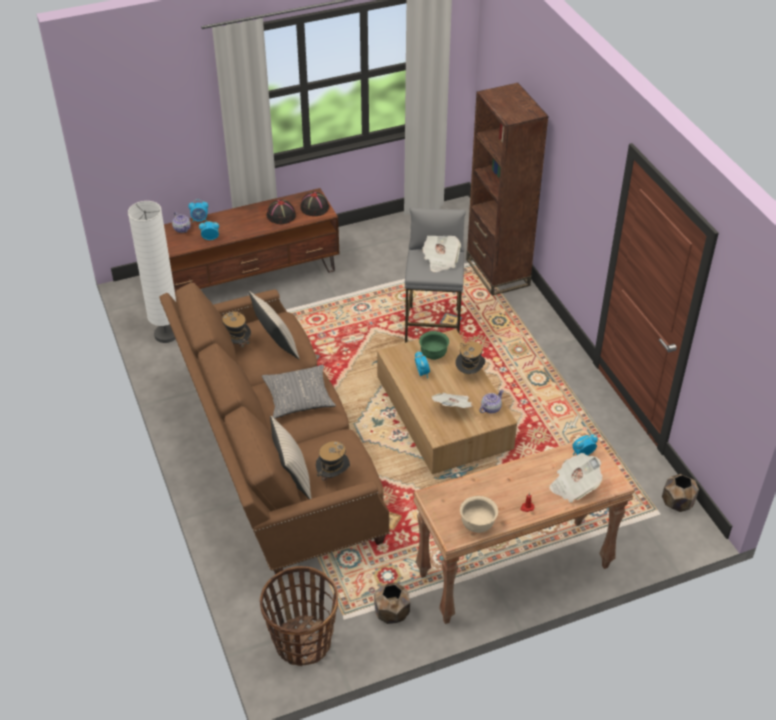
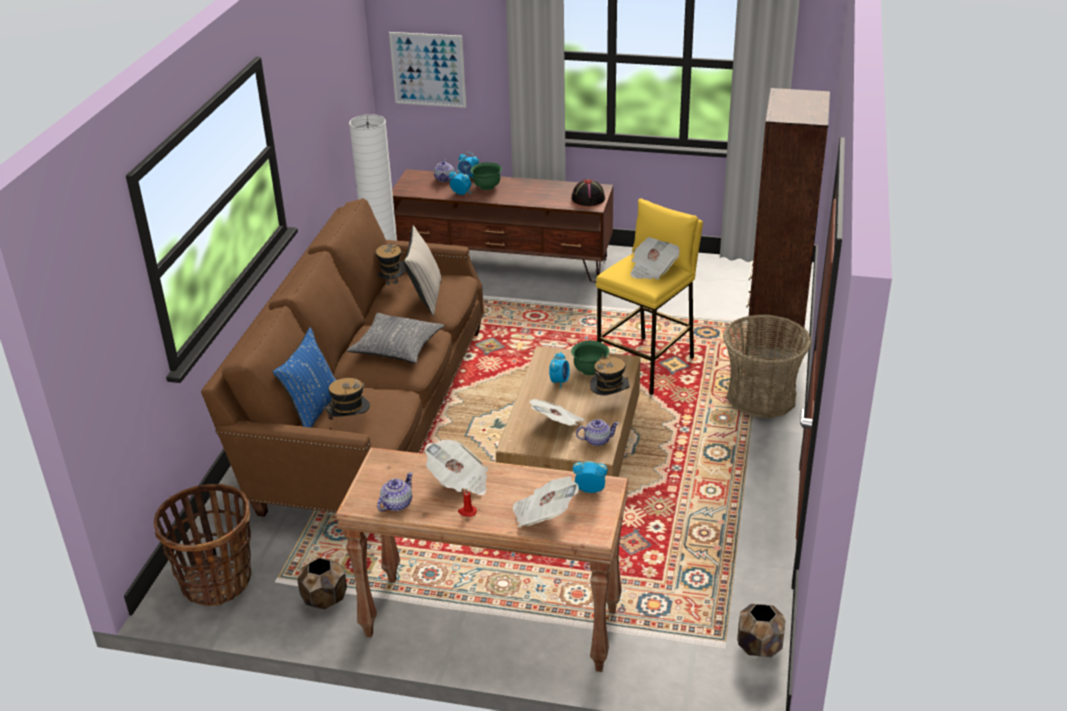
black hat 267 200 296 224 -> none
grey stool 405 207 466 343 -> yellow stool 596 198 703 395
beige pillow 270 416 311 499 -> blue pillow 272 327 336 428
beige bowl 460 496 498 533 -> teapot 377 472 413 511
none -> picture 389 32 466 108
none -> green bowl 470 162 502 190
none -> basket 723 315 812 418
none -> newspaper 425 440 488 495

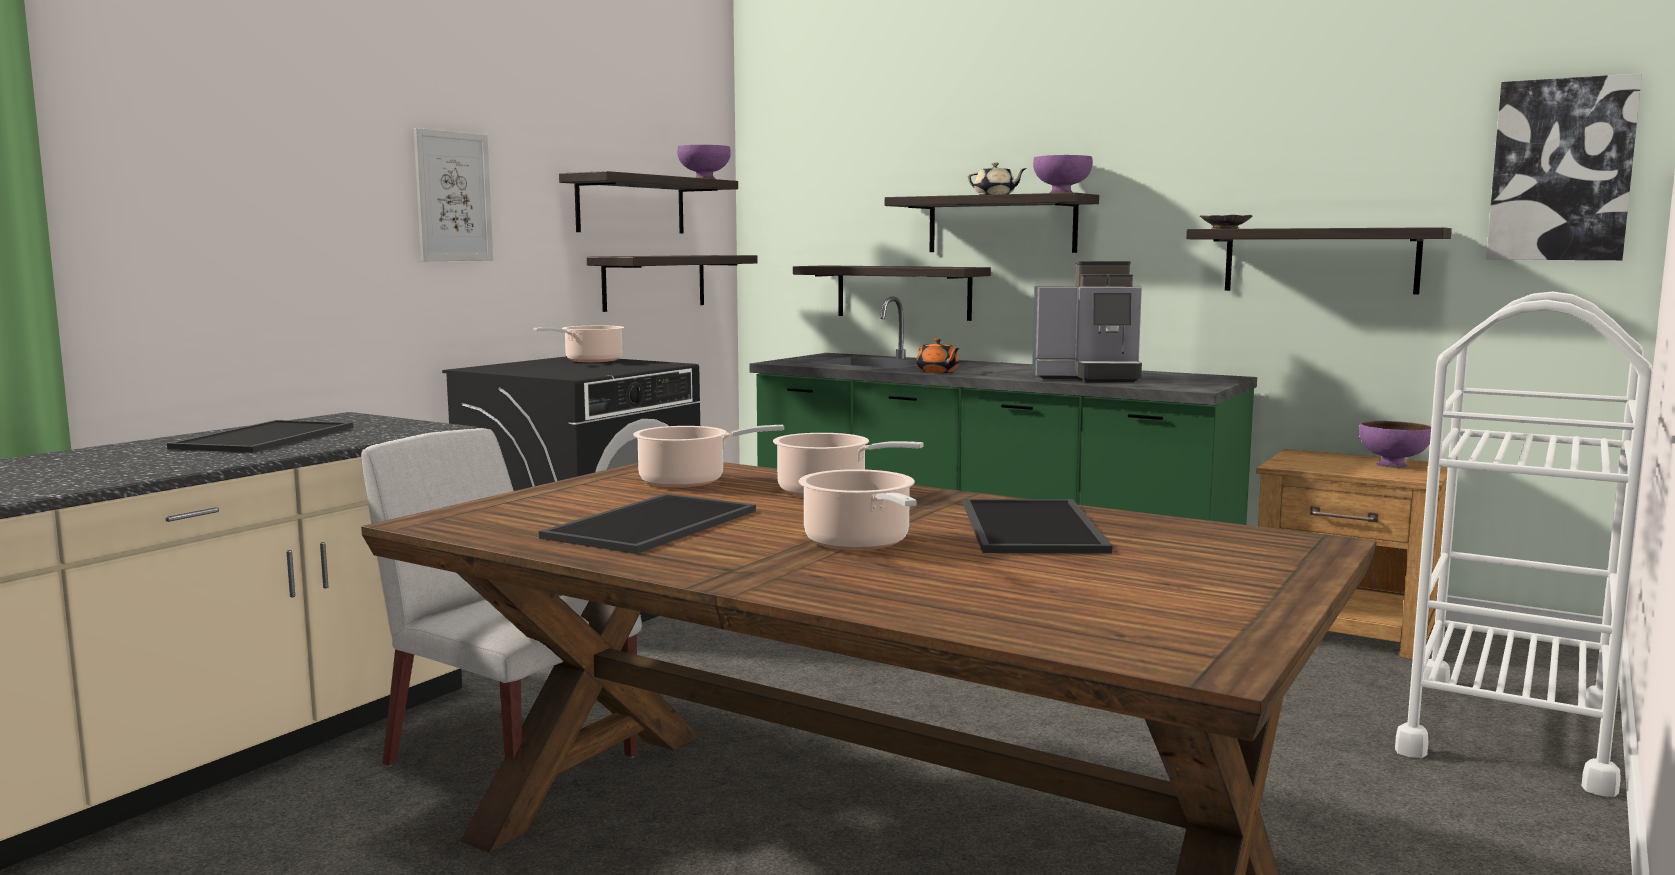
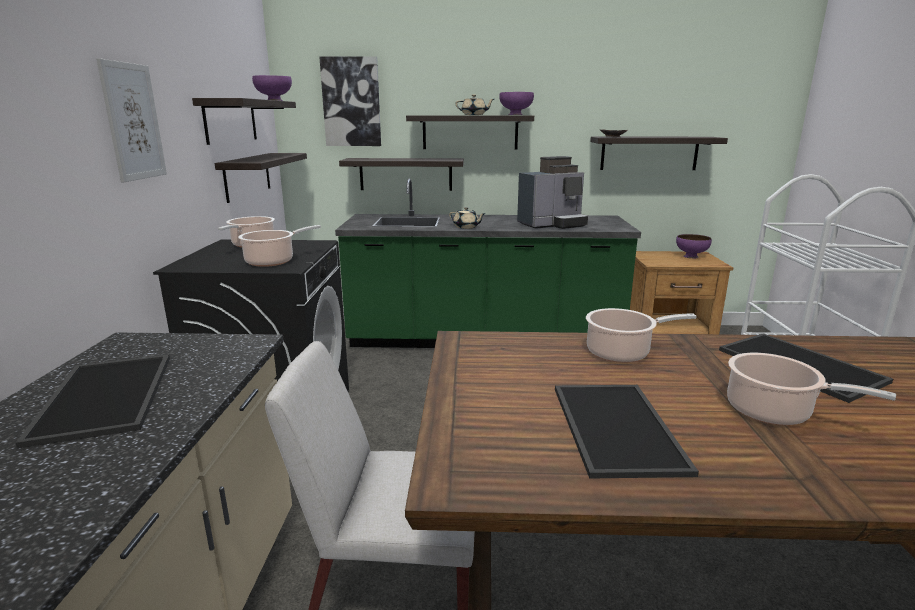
picture 1486 73 1642 260 -> picture 319 56 381 146, relocated
orange teapot 916 338 960 373 -> beige teapot 449 207 486 229
cooking pot 633 425 784 488 -> cooking pot 238 225 321 267, relocated

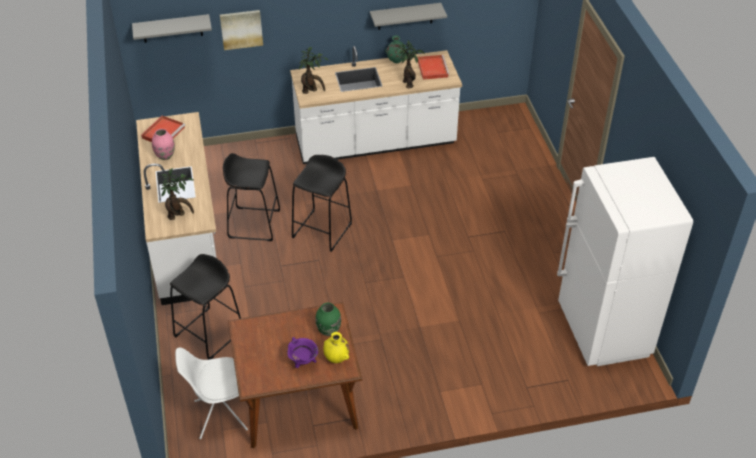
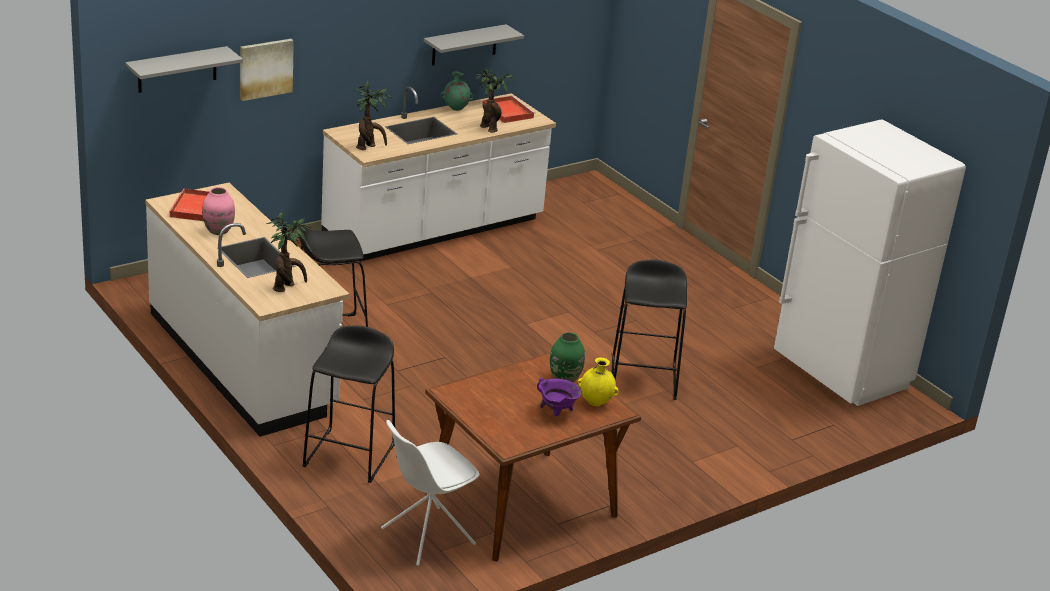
black stool 292 155 352 252 -> black stool 612 259 687 400, relocated

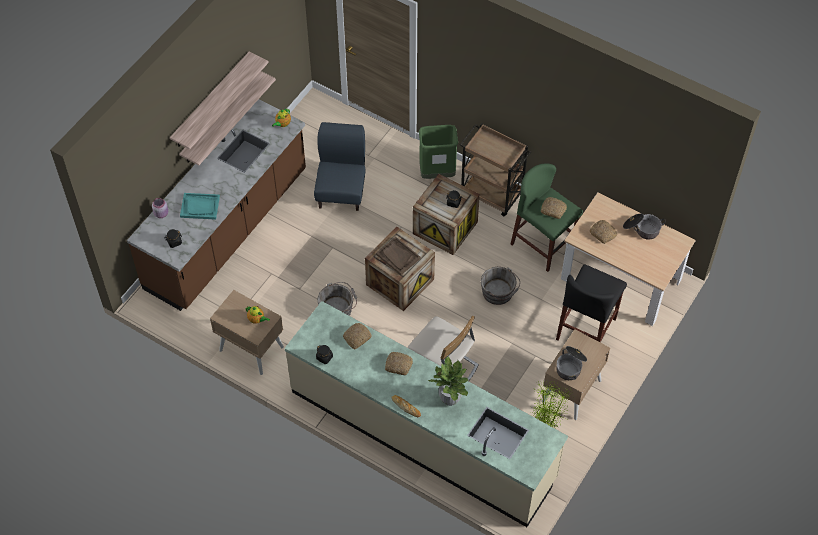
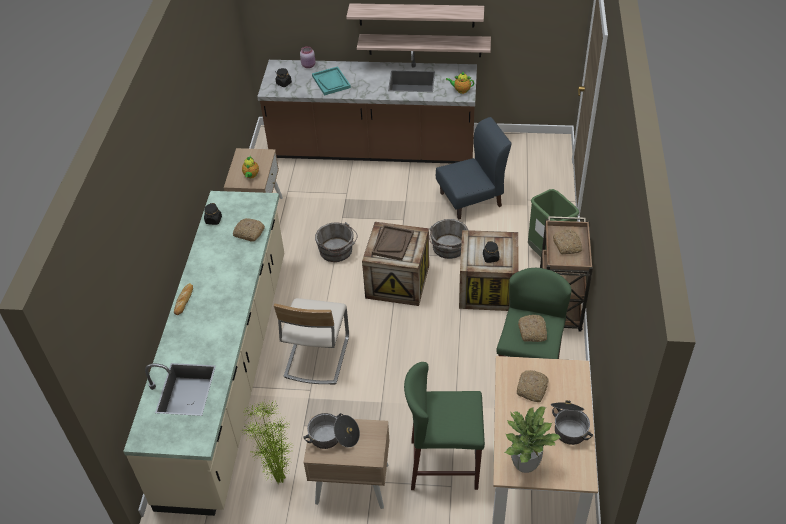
black stool 556 264 627 342 -> green stool 404 362 485 490
grey bucket 481 267 520 305 -> grey bucket 429 219 468 259, relocated
bread 385 352 413 375 -> bread 553 230 583 254, relocated
potted plant 428 356 468 406 -> potted plant 505 406 560 473, relocated

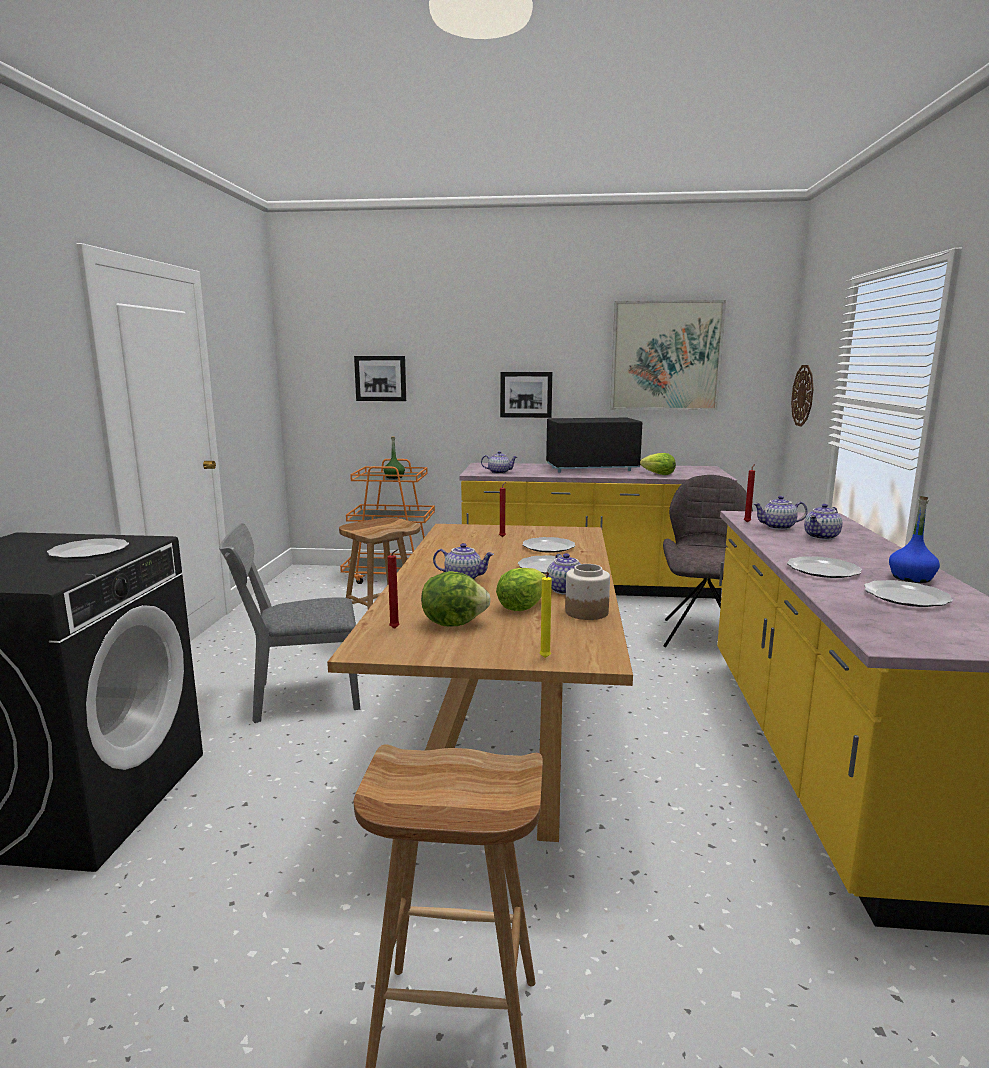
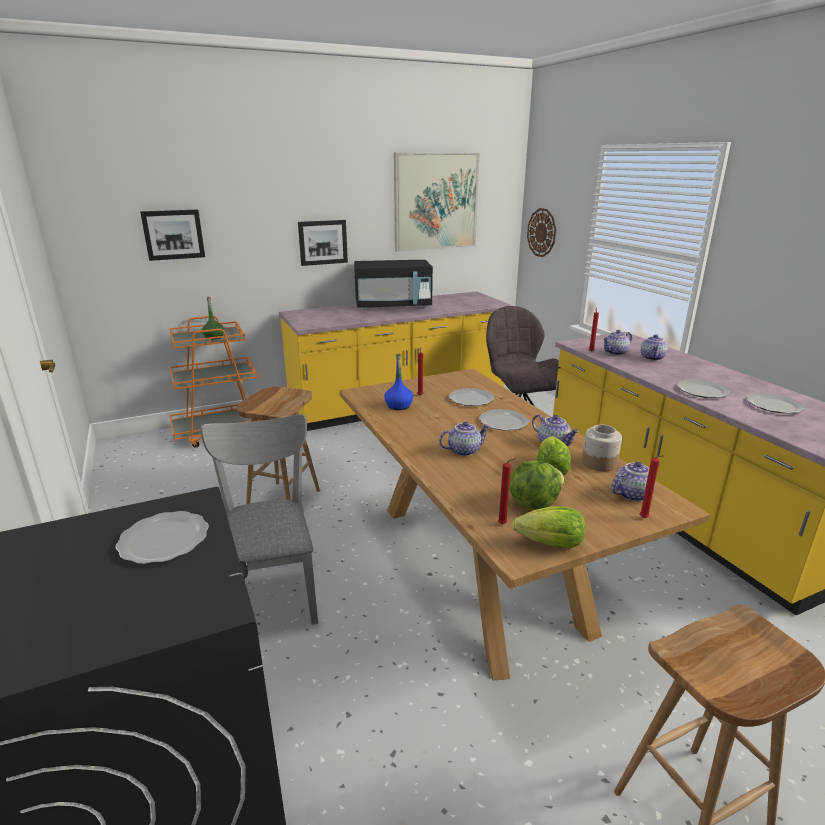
black microwave 546 418 642 473 -> black microwave 354 260 433 309, 150 degrees counterclockwise
teapot 481 451 517 474 -> teapot 611 462 660 501, relocated
lettuce 640 453 676 475 -> lettuce 513 506 585 549, relocated
blue bottle 889 496 940 583 -> blue bottle 384 354 413 410, relocated
grey chair 219 523 360 723 -> grey chair 200 414 318 625, 120 degrees clockwise
yellow candle 540 572 552 658 -> red candle 640 455 663 518

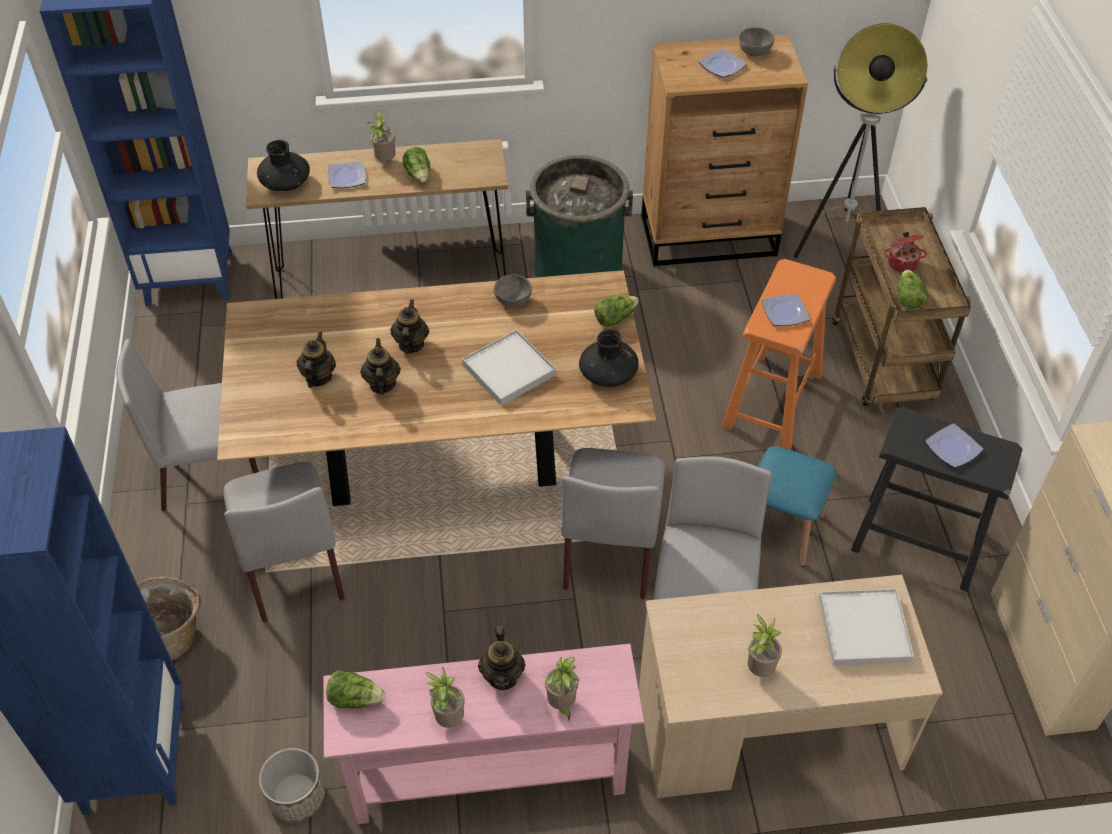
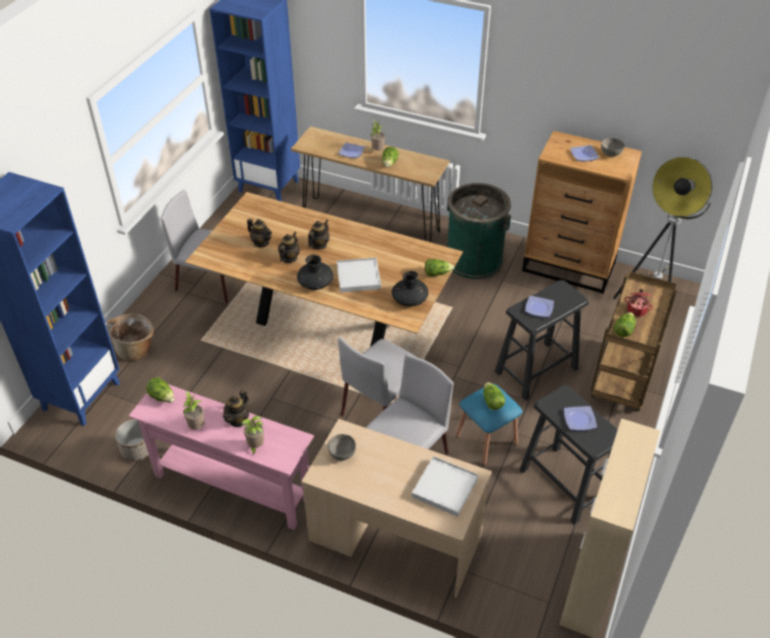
black vase 257 140 310 191 -> black vase 297 255 333 290, relocated
orange stool 722 259 836 450 -> black stool 495 280 589 401
grey bowl 494 274 532 308 -> grey bowl 328 434 356 461, relocated
teapot 297 332 336 388 -> teapot 247 219 272 247, 90 degrees clockwise
grey chair 224 462 345 622 -> none
potted plant 748 614 782 677 -> none
none -> lettuce 483 382 505 410

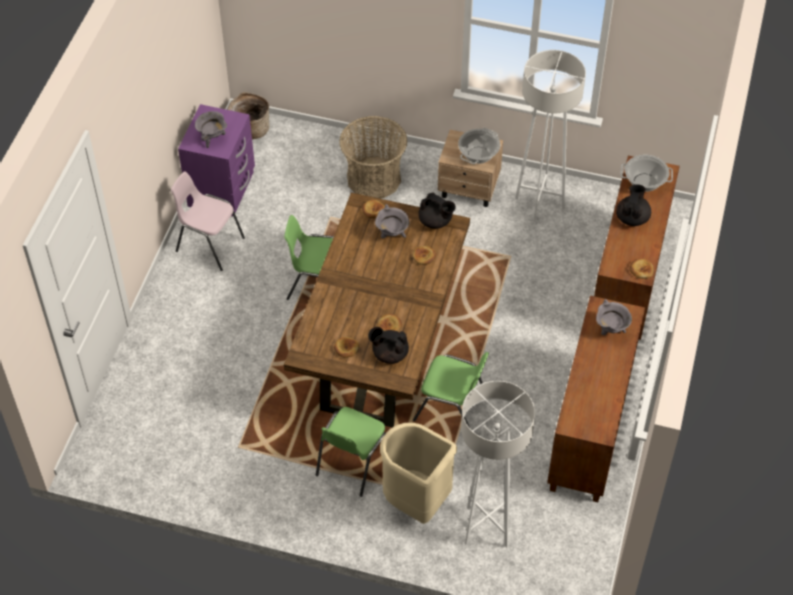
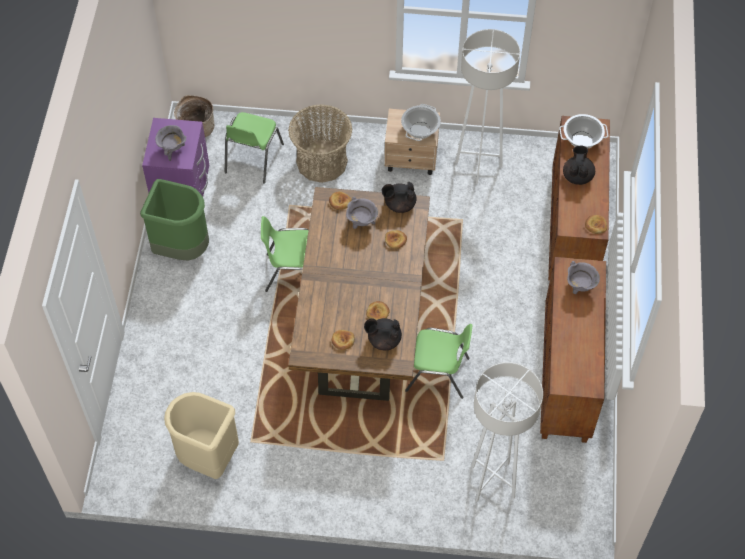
pink chair 171 171 245 271 -> green trash can 140 179 209 261
black teapot 418 193 456 229 -> black teapot 382 182 416 213, 150 degrees clockwise
green chair 316 407 386 497 -> green chair 225 112 284 184, relocated
beige trash can 380 423 457 524 -> beige trash can 164 392 239 479, relocated

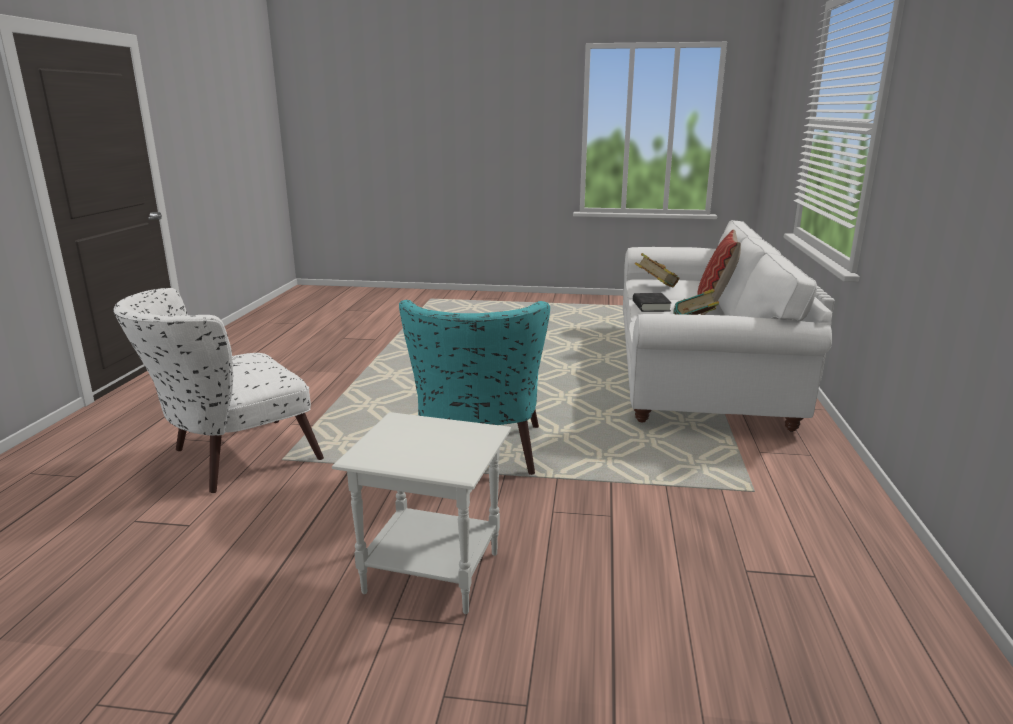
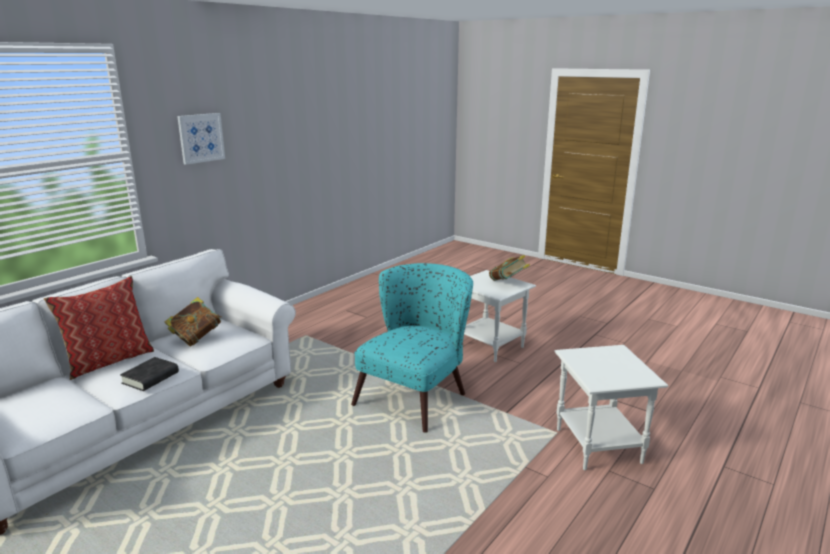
book 635 253 679 287 -> book 489 255 530 281, relocated
white armchair 113 288 324 493 -> white side table 554 345 668 470
none -> picture 177 113 225 165

